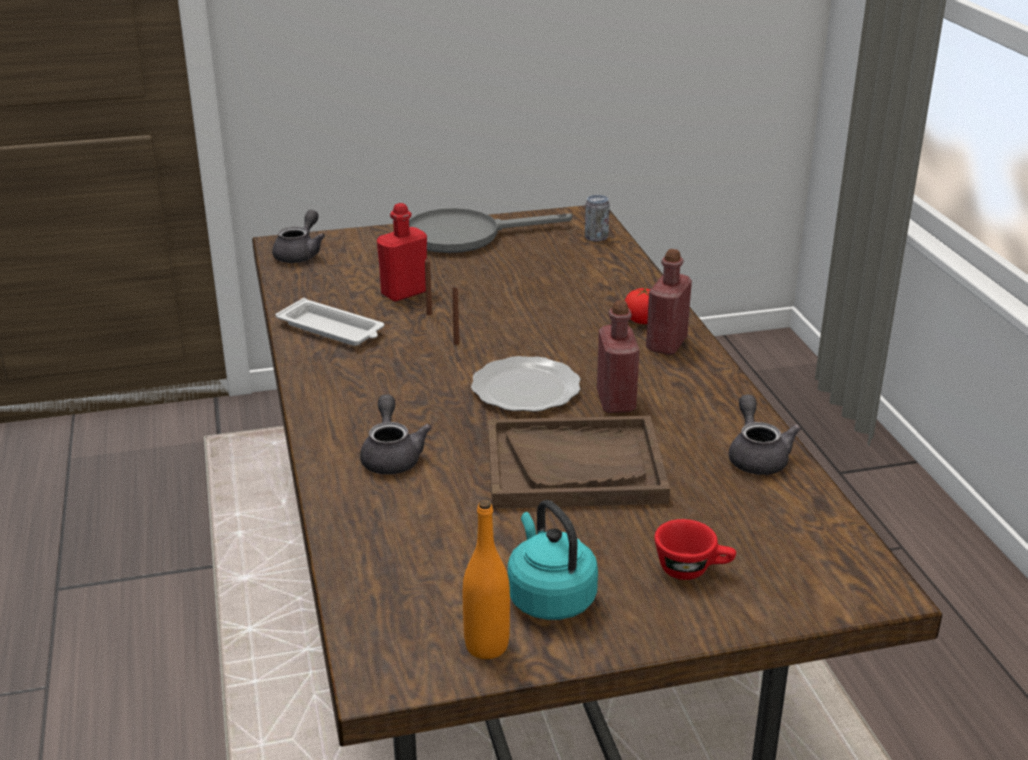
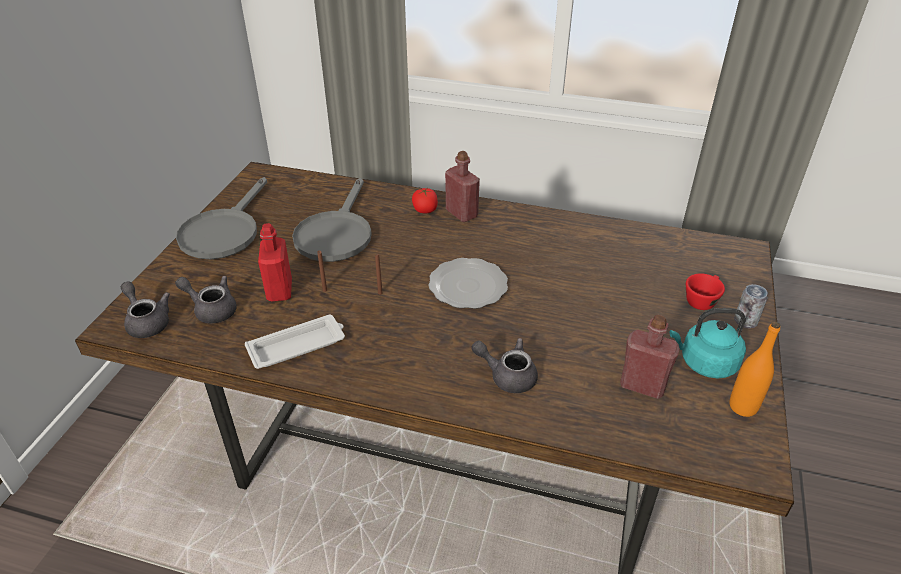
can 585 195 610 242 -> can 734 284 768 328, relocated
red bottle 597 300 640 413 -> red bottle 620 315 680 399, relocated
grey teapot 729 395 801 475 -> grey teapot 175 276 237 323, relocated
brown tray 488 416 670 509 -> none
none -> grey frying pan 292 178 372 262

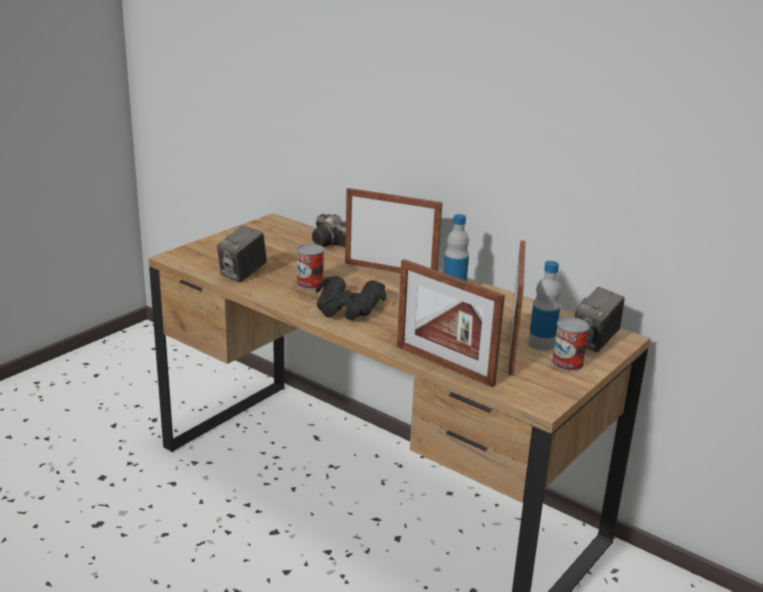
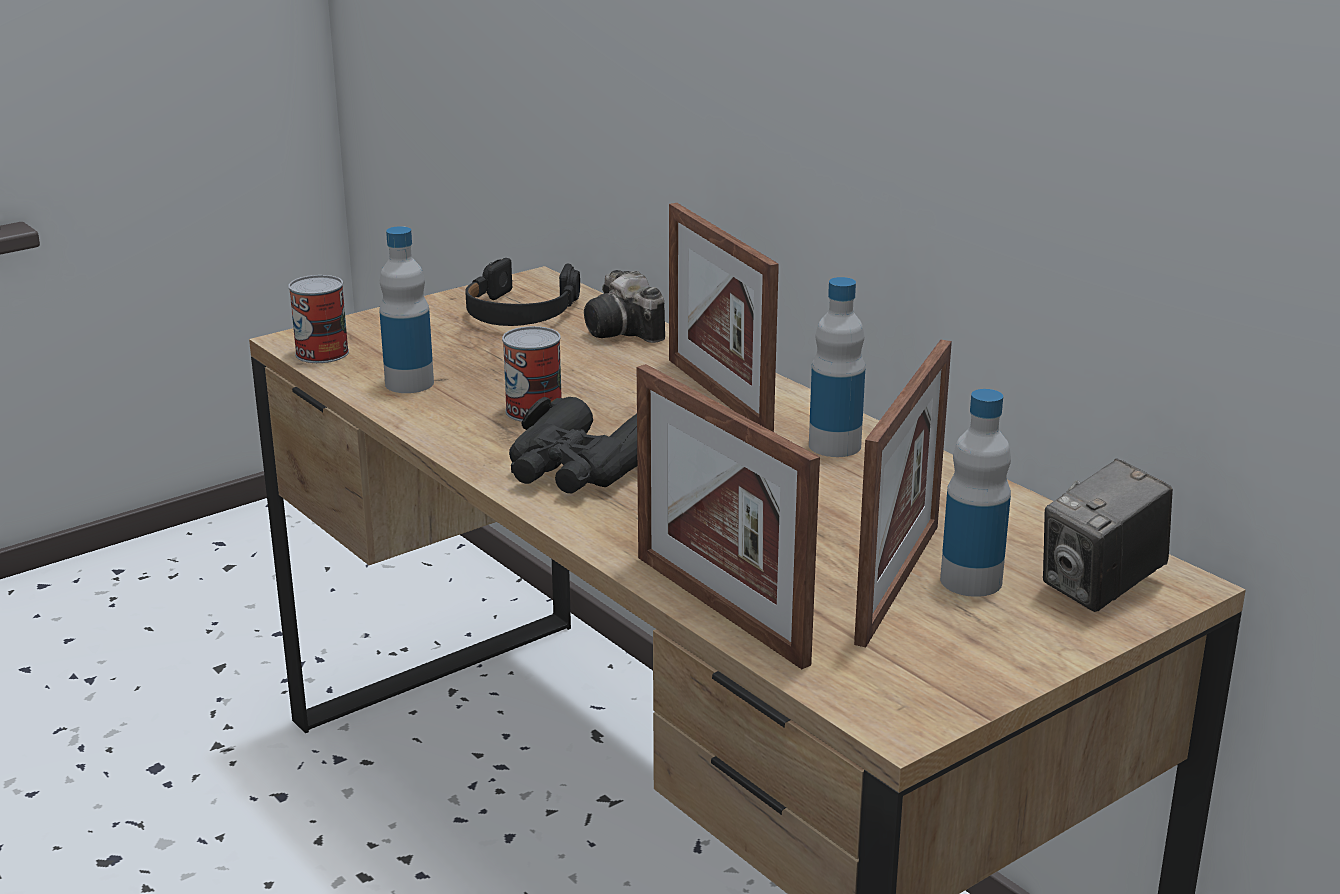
picture frame 345 188 443 273 -> picture frame 669 203 779 432, 150 degrees counterclockwise
photo camera 217 225 267 282 -> bottle 379 226 434 393
can 552 317 590 371 -> can 288 275 349 363, relocated
none -> black headphones 465 258 580 326

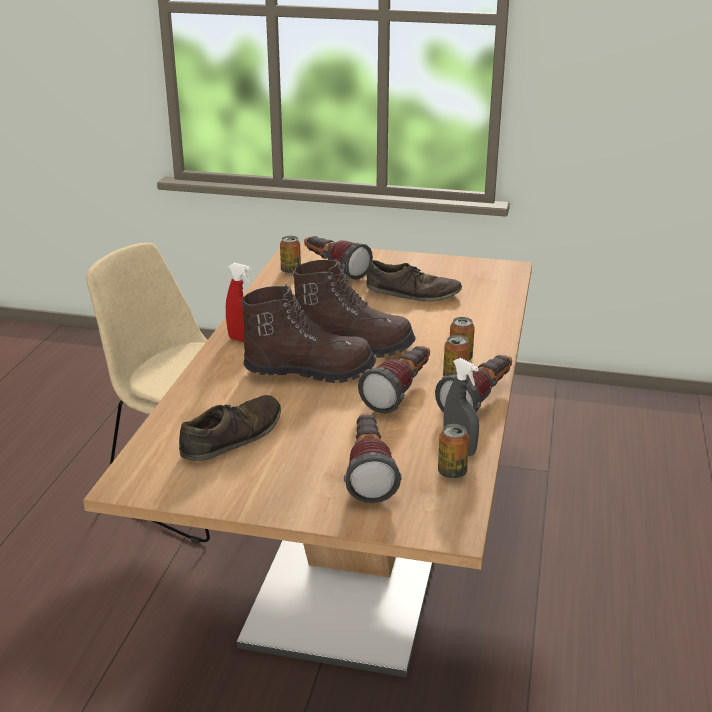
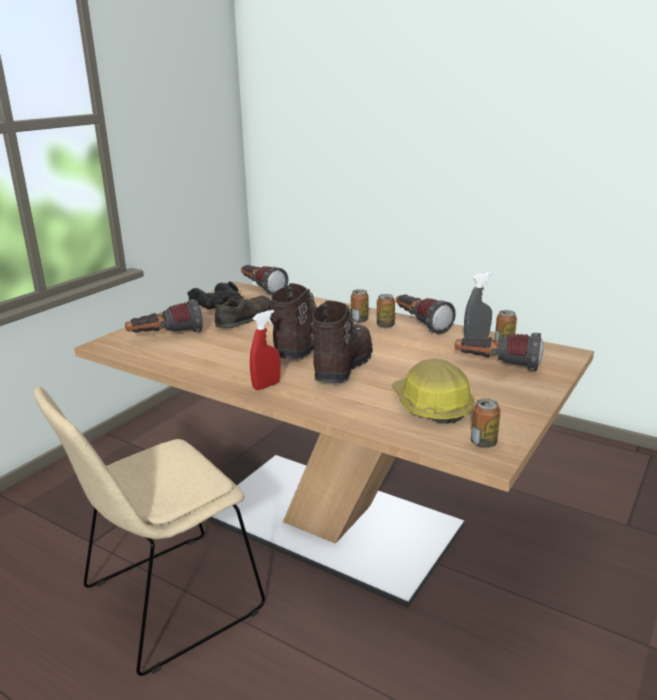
can 280 236 301 274 -> can 471 398 501 448, relocated
flashlight 358 346 430 414 -> flashlight 241 265 288 295, relocated
brown shoe 179 395 281 461 -> hard hat 392 359 475 424
none -> black binoculars 187 282 241 309

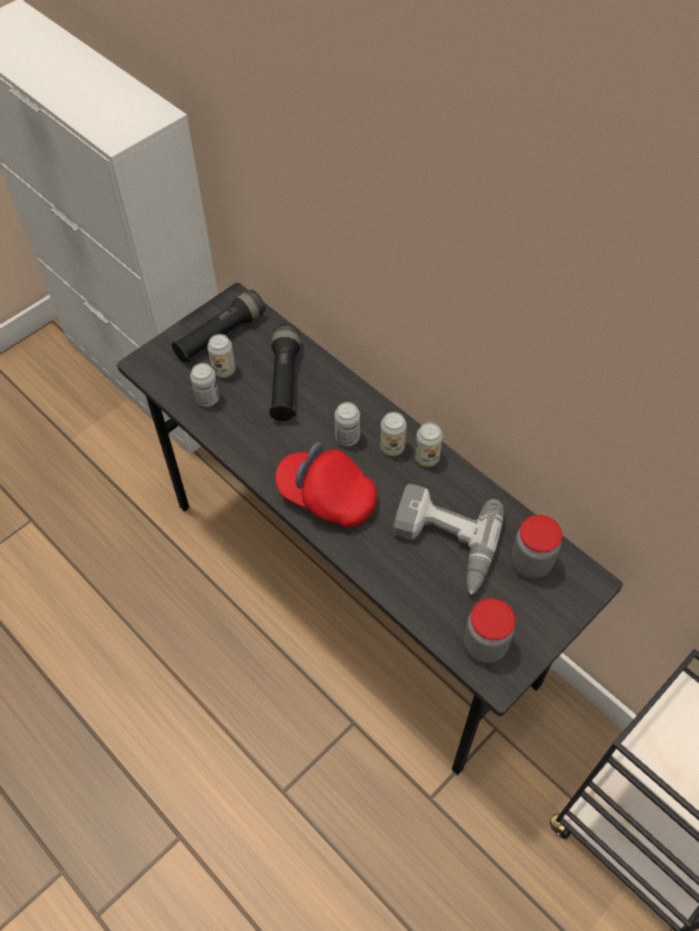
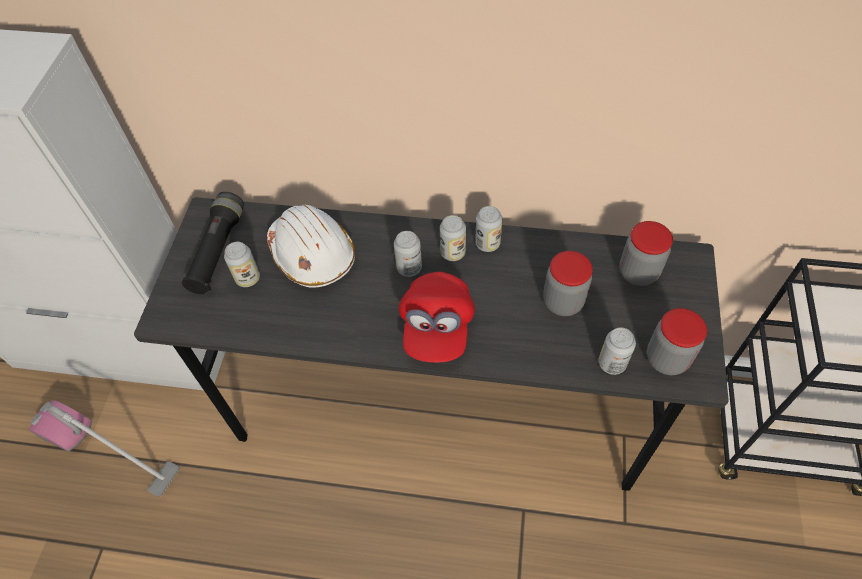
black flashlight 269 324 300 421 -> white hard hat 267 204 355 288
can 190 363 219 407 -> can 599 327 636 375, relocated
red cap 275 442 377 528 -> red cap 399 272 475 363, 75 degrees counterclockwise
power drill 393 484 504 595 -> jar 543 251 593 316
none -> vacuum cleaner 29 400 180 497

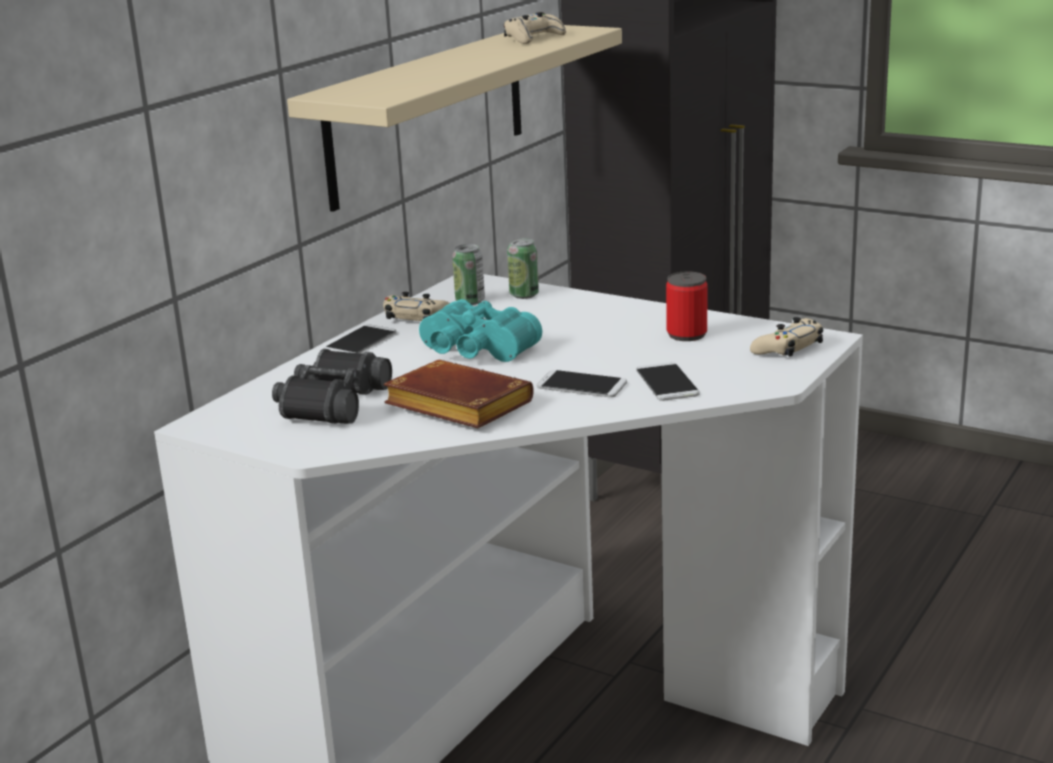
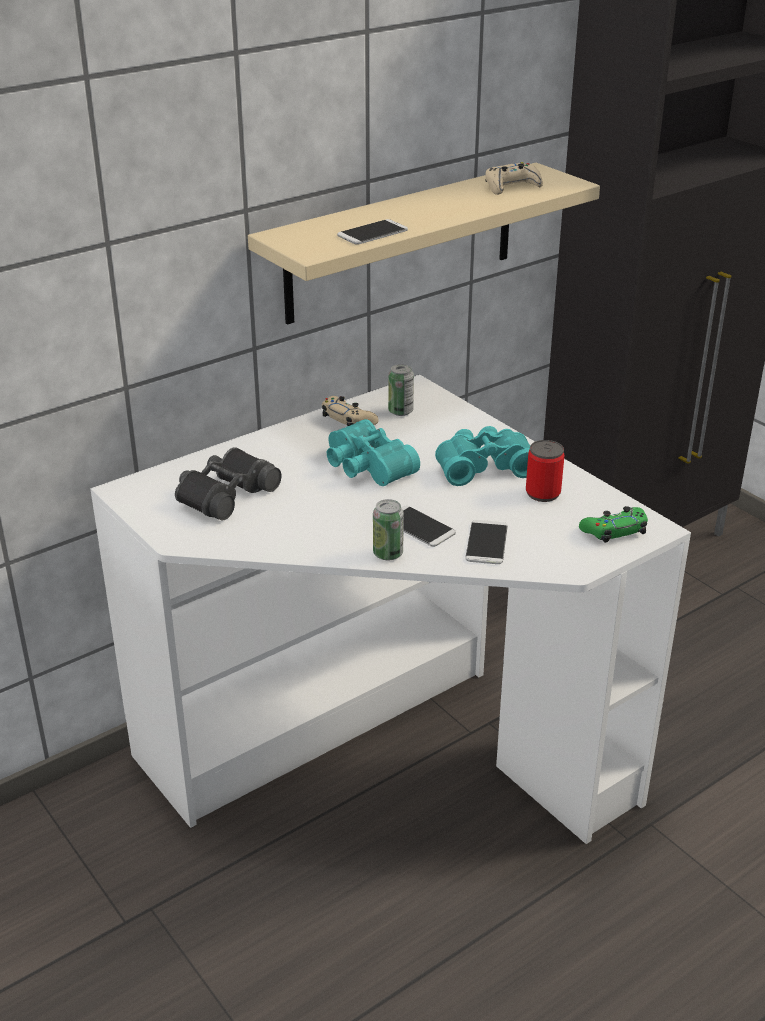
can 507 238 539 299 -> can 373 499 404 560, relocated
beige game controller 750 317 823 357 -> green game controller 579 506 648 543
phone 323 324 396 353 -> phone 337 219 408 245, relocated
brown book 384 360 534 428 -> none
none -> turquoise binoculars 435 426 530 486

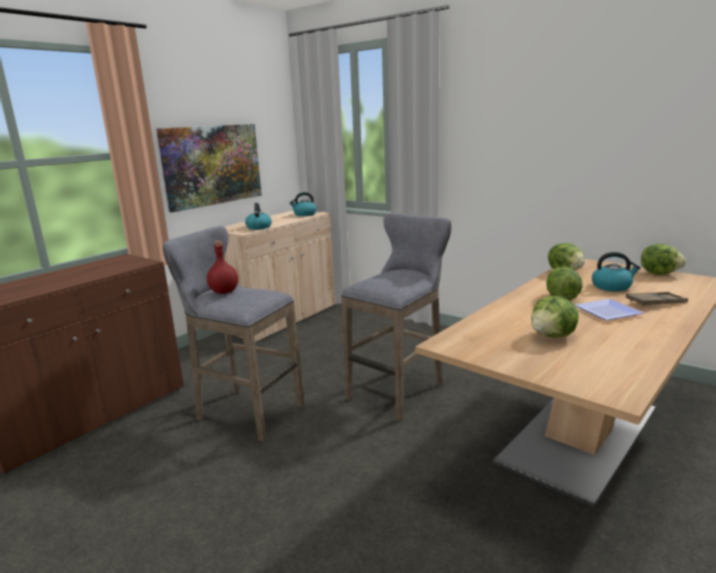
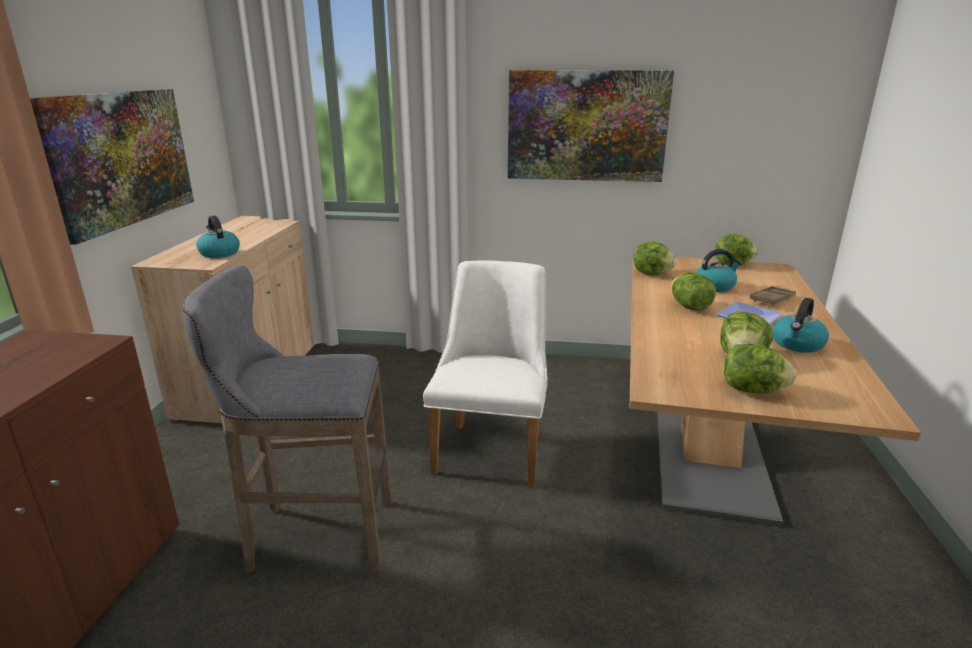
kettle 290 192 317 216 -> kettle 772 298 829 353, relocated
grey stool 341 213 452 421 -> white chair 423 260 548 487
red bottle 207 241 238 294 -> none
none -> picture 508 70 674 182
none -> lettuce 724 344 796 393

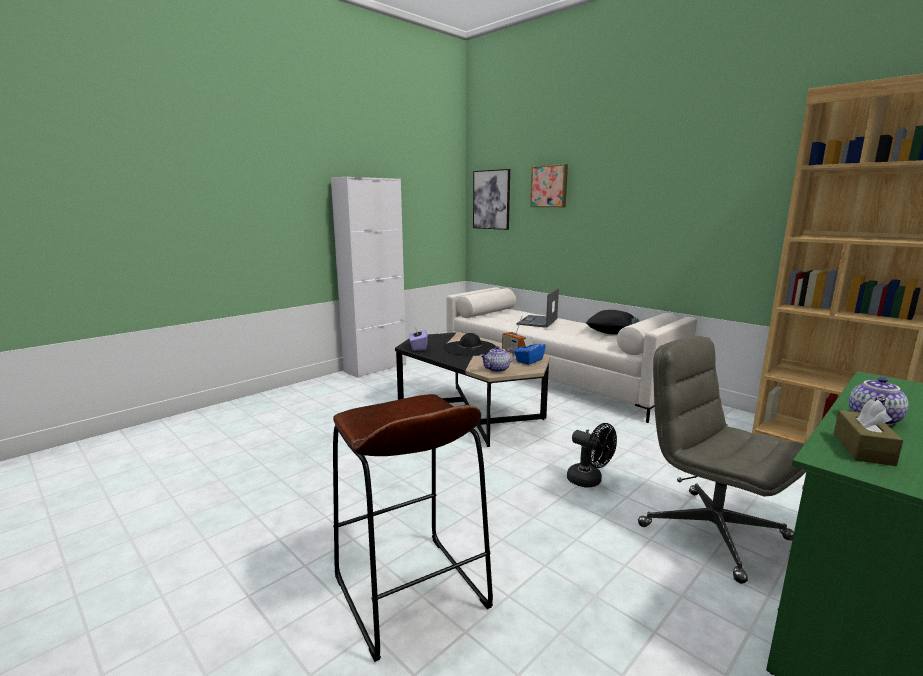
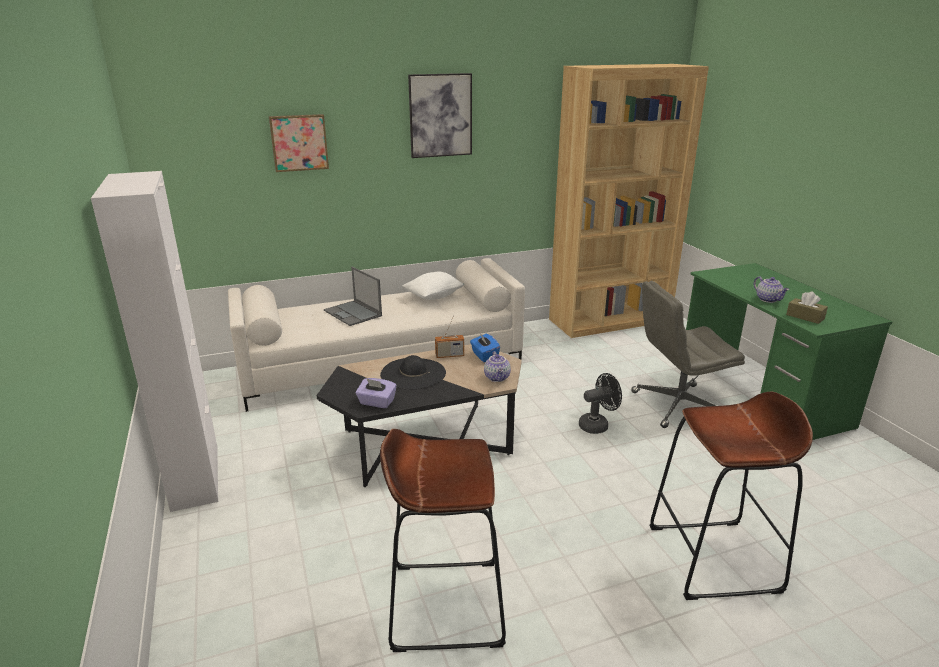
picture 473 169 510 230 -> picture 408 73 472 158, relocated
black pillow 586 310 640 335 -> white pillow 402 271 464 300
none -> brown stool 380 429 506 652

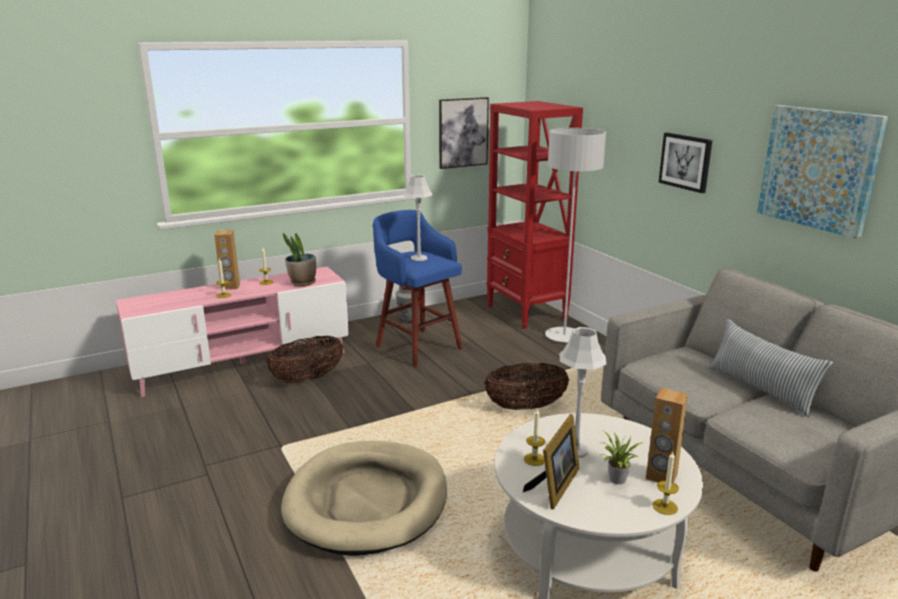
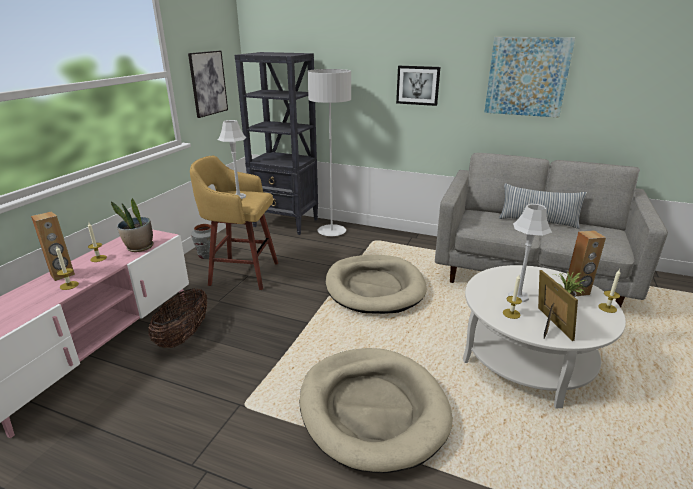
red bookcase 486 101 583 329 -> black bookcase 234 52 318 235
blue stool 373 210 463 367 -> yellow stool 190 156 278 290
basket 484 363 569 410 -> beige dog bed 326 255 427 314

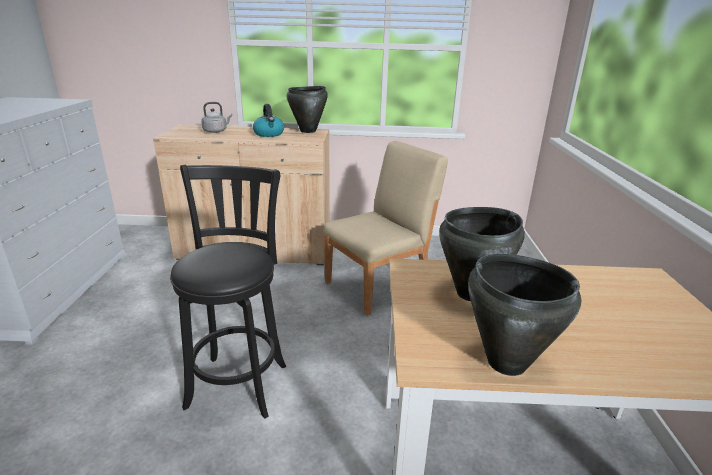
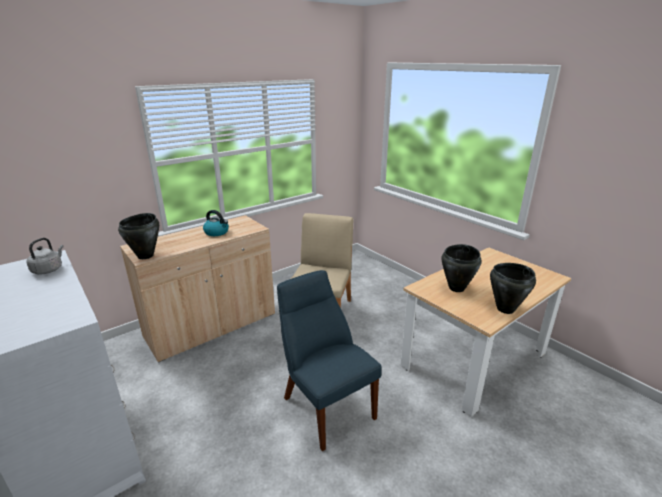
black cooking pot 287 86 328 133 -> black cooking pot 118 213 159 259, relocated
grey kettle 201 102 232 133 -> grey kettle 26 238 64 275, relocated
black stool 170 164 286 418 -> blue chair 277 270 382 451

